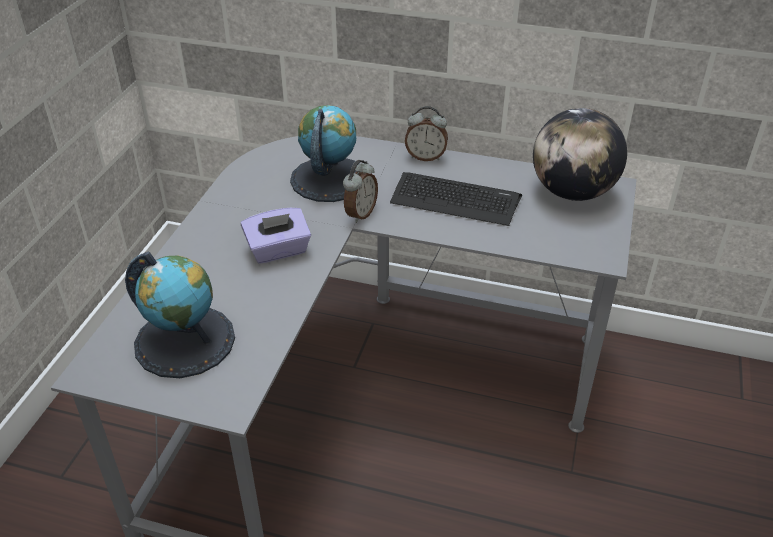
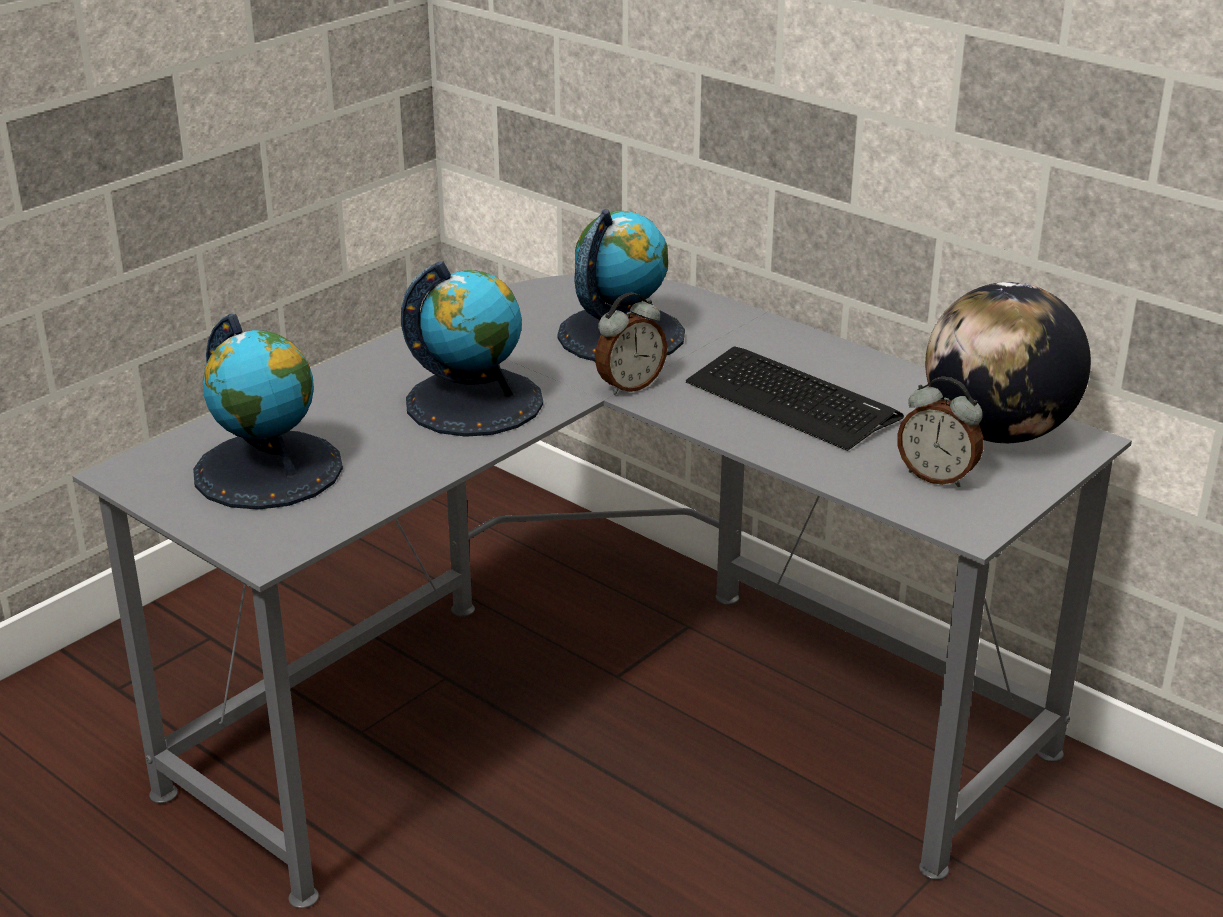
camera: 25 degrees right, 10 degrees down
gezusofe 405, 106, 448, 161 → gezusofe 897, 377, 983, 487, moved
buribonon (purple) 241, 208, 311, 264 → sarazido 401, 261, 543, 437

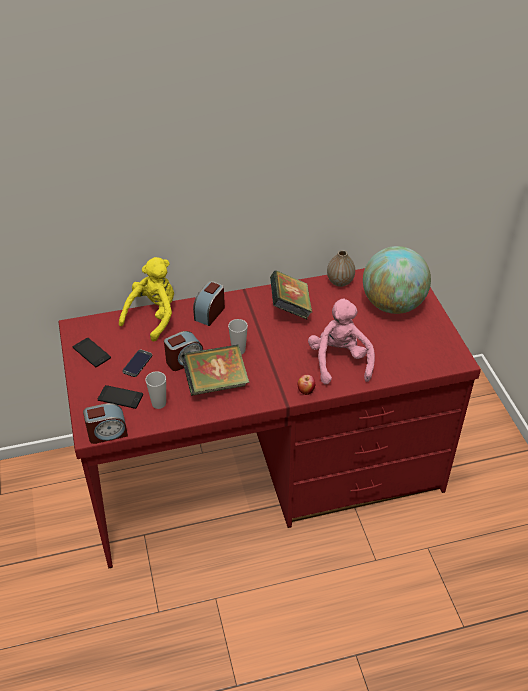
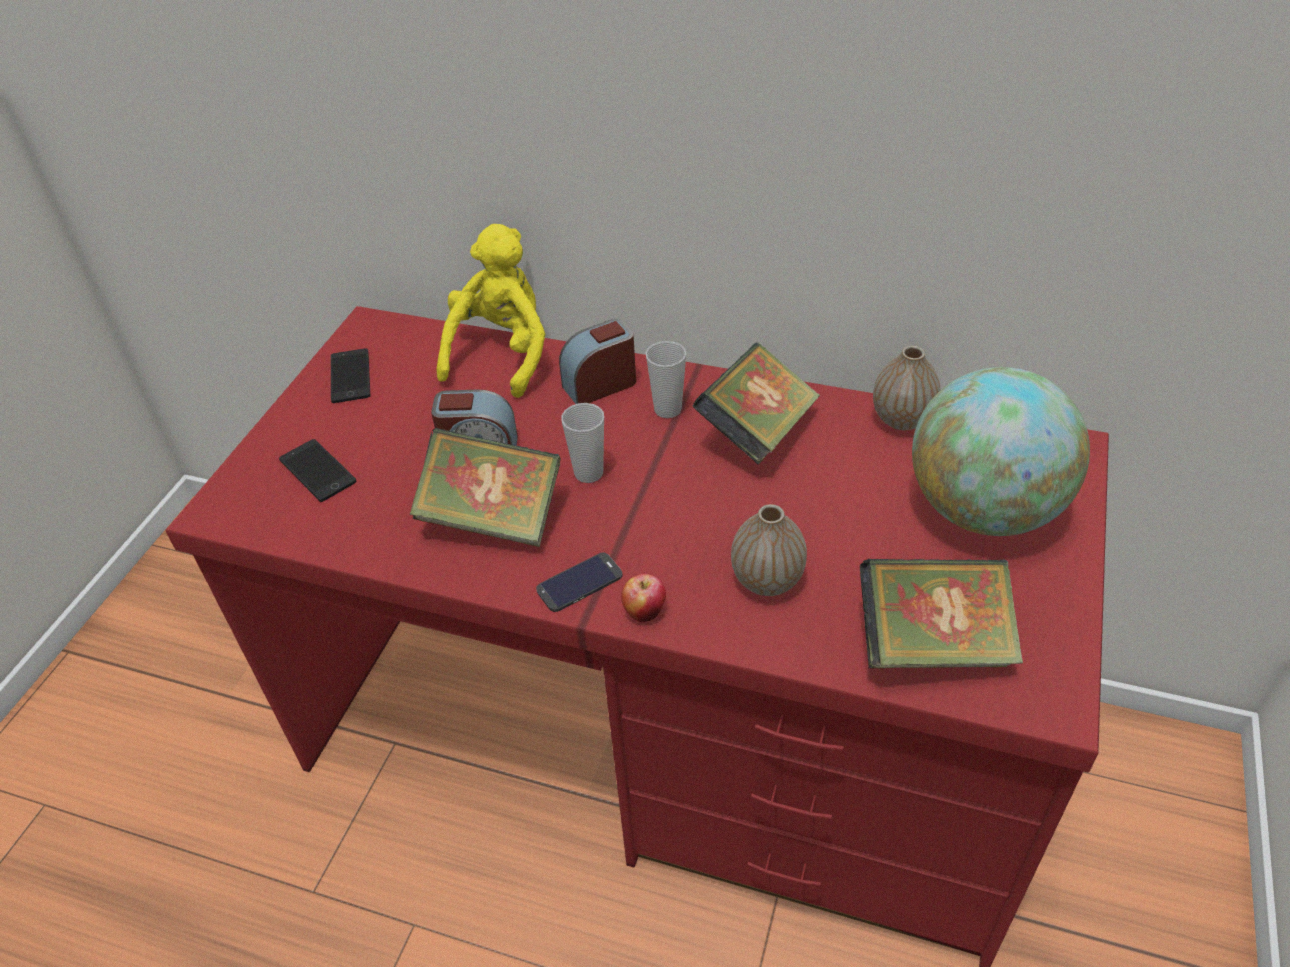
camera: 35 degrees right, 0 degrees up
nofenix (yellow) 119, 257, 174, 342 → nofenix (yellow) 437, 224, 546, 398, 45 degrees counterclockwise
nofenix (pink) 308, 298, 375, 385 → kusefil 731, 504, 807, 596
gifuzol 122, 350, 152, 377 → gifuzol 536, 553, 623, 612, moved
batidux 145, 371, 166, 409 → batidux 646, 341, 686, 418, moved
gezusofe 83, 403, 128, 444 → -
- → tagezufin 860, 559, 1023, 668

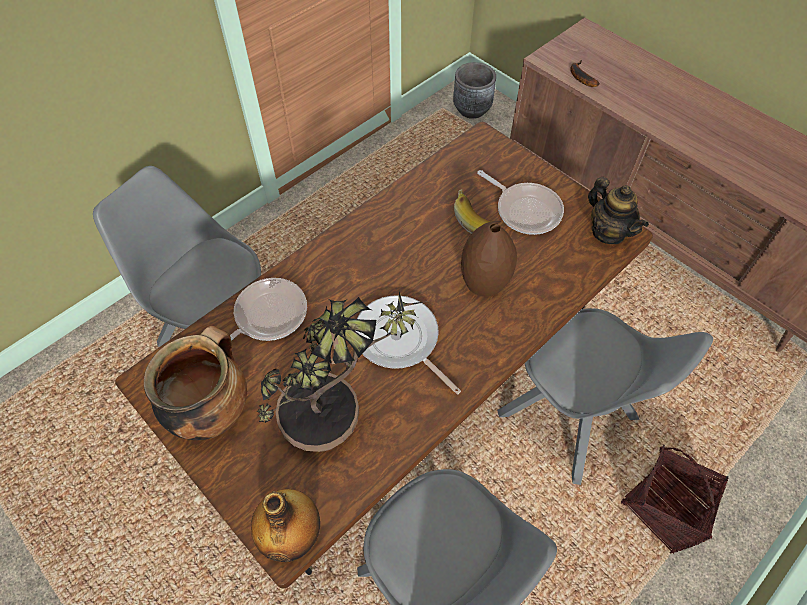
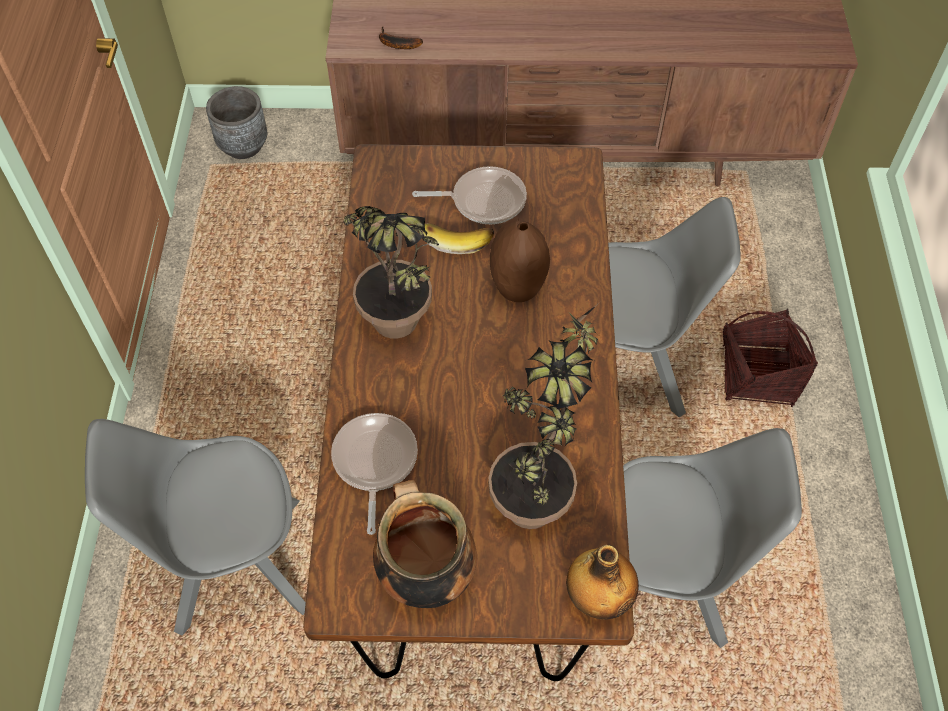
camera: 45 degrees left, 0 degrees up
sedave 588, 177, 649, 244 → -
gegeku 356, 295, 461, 395 → -
- → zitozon 343, 206, 439, 339

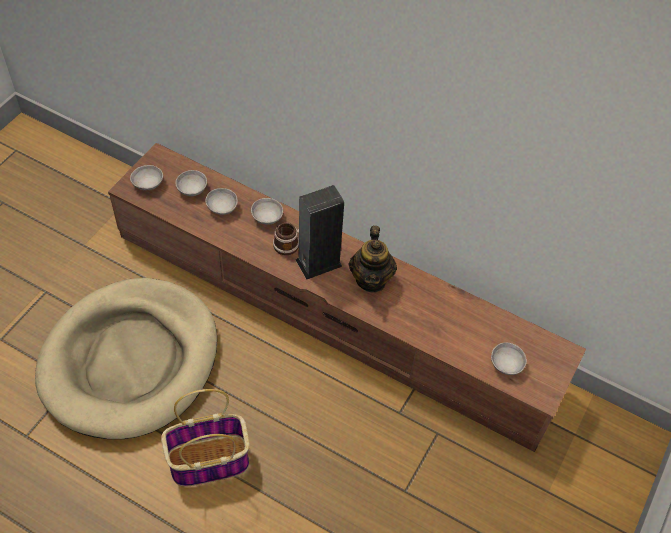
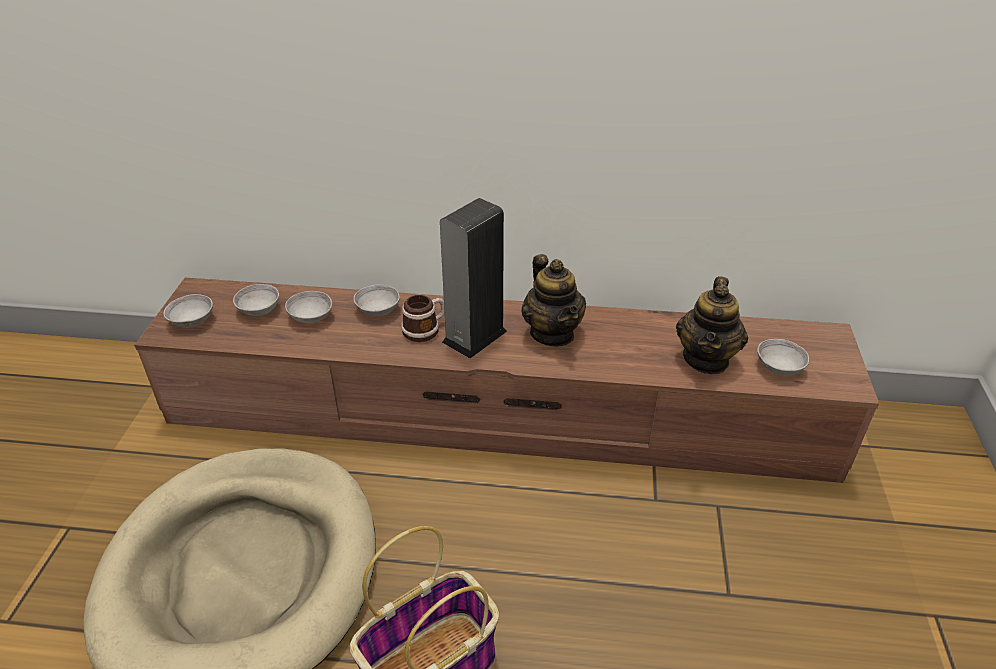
camera: 20 degrees left, 15 degrees down
- → sedave 676, 276, 748, 374

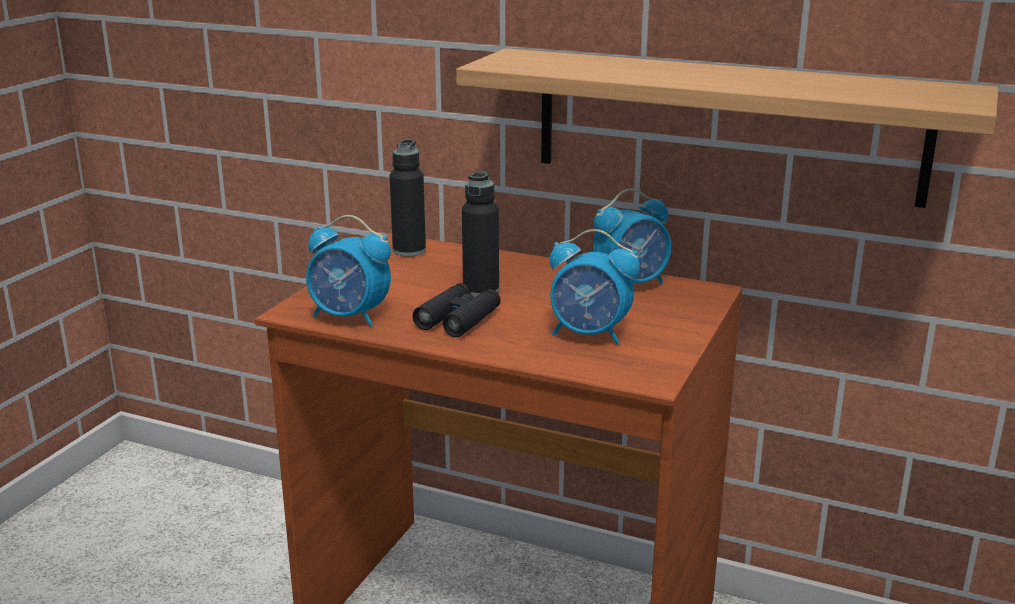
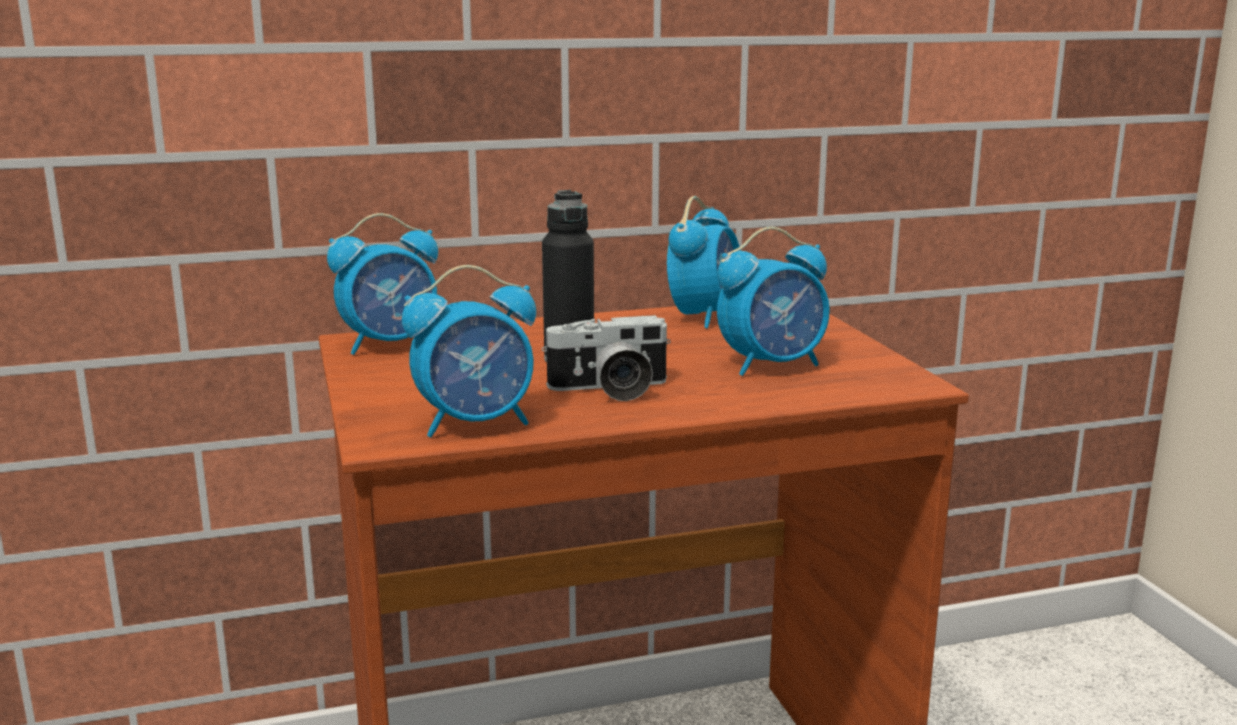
camera: 40 degrees left, 5 degrees down
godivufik 456, 48, 999, 208 → -
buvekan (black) 390, 139, 426, 257 → gezusofe 327, 213, 438, 355
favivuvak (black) 413, 283, 501, 337 → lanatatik 542, 315, 671, 401

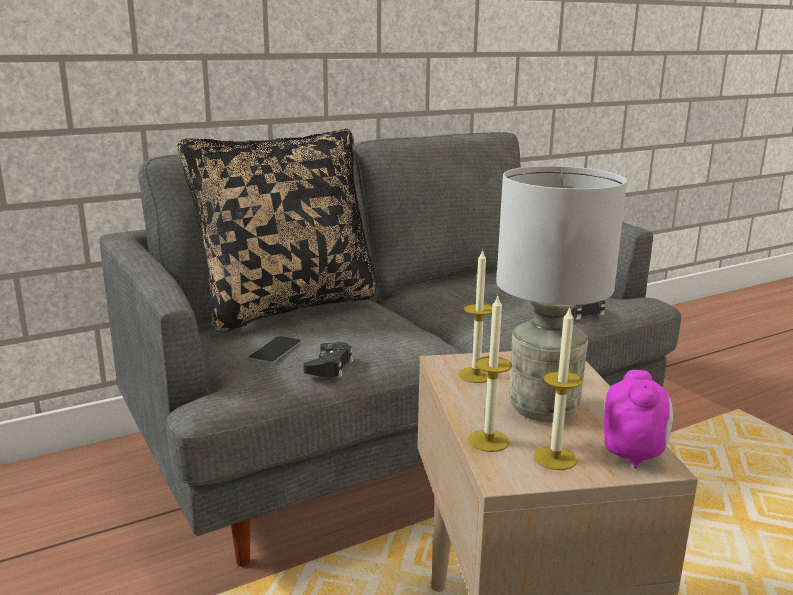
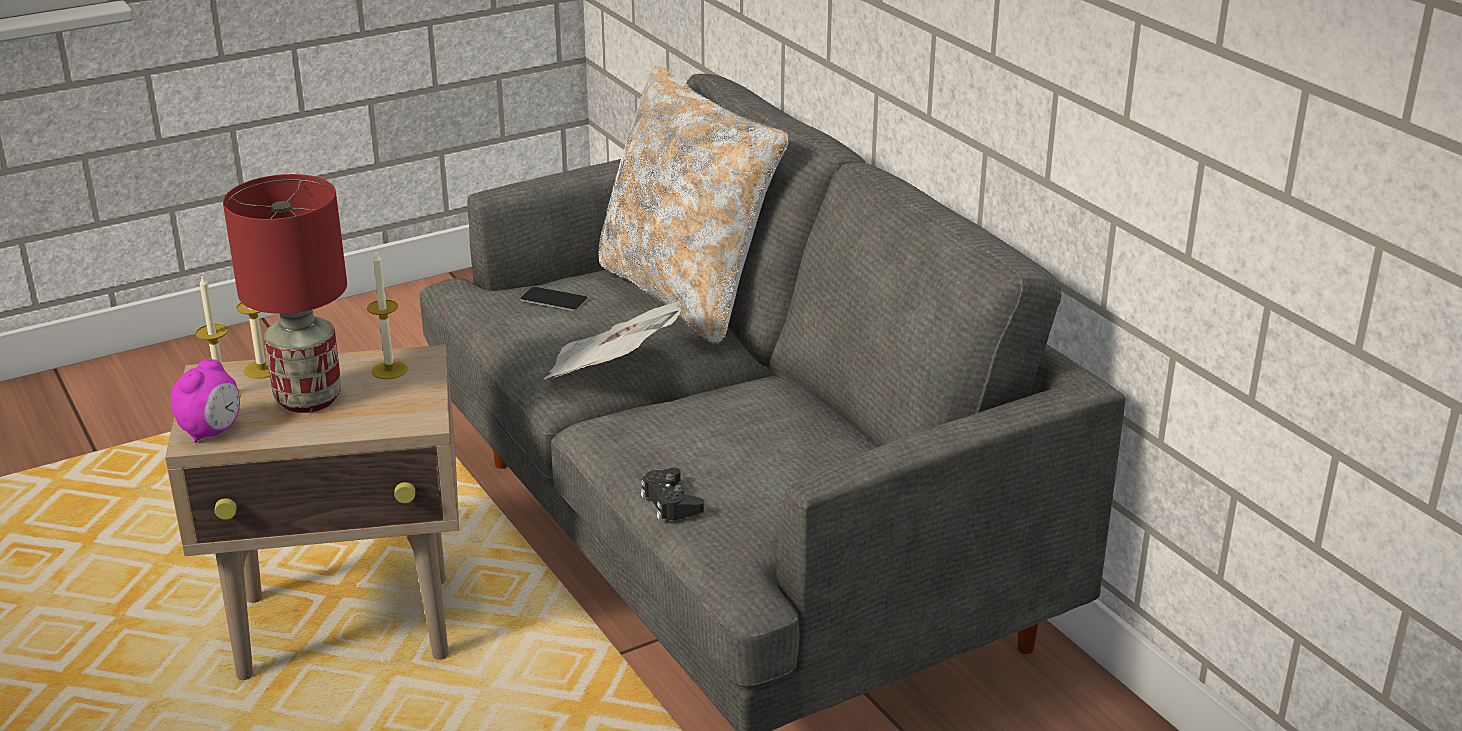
camera: 90 degrees right, 10 degrees up
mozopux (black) 177, 129, 376, 333 → mozopux (white) 598, 66, 788, 344
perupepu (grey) 496, 166, 627, 422 → perupepu (red) 223, 174, 347, 413
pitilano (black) 303, 342, 353, 378 → -
gezusofe 604, 370, 673, 468 → gezusofe 171, 359, 240, 443, 75 degrees counterclockwise
- → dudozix 543, 301, 681, 380

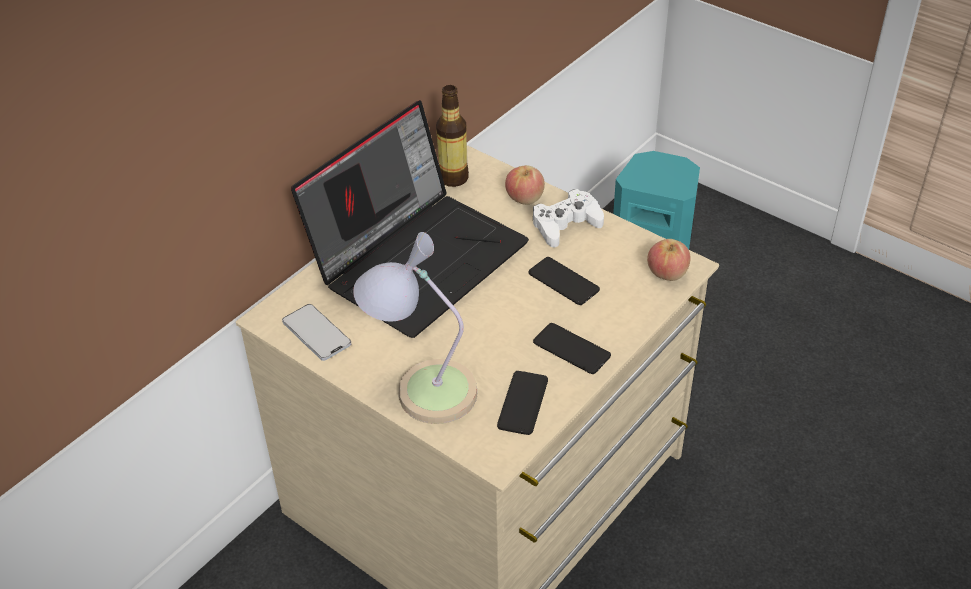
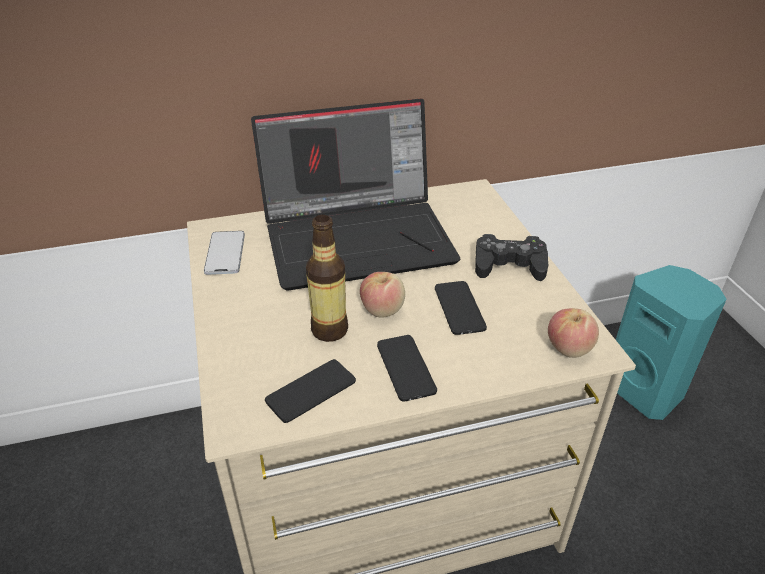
camera: 35 degrees right, 5 degrees down
buvekan 436, 85, 469, 187 → buvekan 306, 215, 348, 342, moved
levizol 505, 165, 545, 205 → levizol 360, 272, 405, 318, moved
pitilano (white) 533, 189, 604, 248 → pitilano (black) 475, 234, 548, 281
perupepu 353, 232, 478, 424 → -

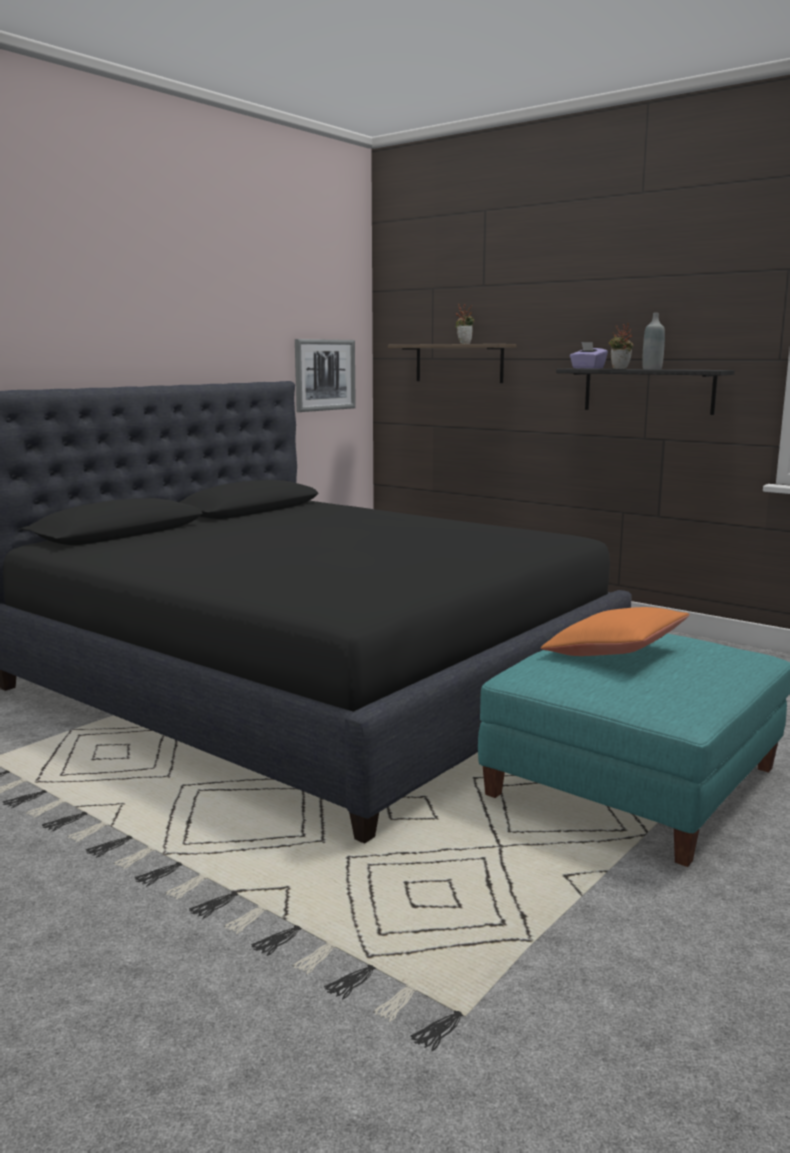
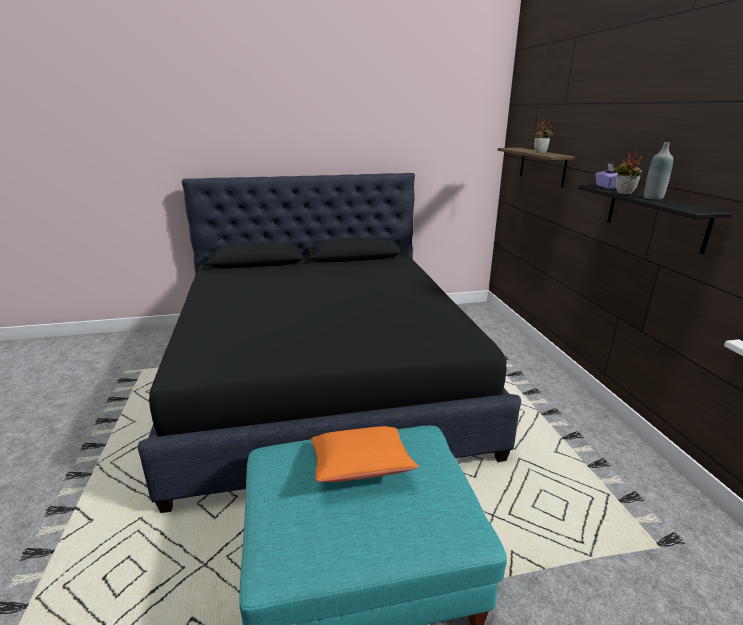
camera: 40 degrees right, 10 degrees up
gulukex 295, 339, 356, 412 → -

